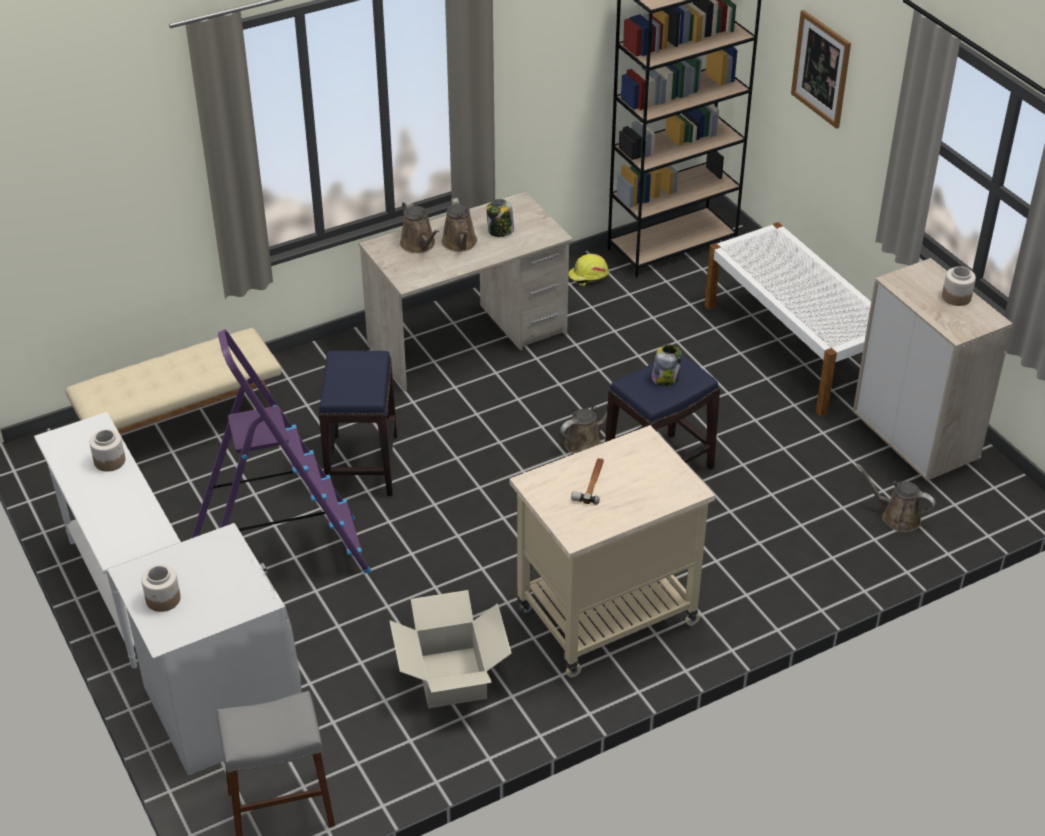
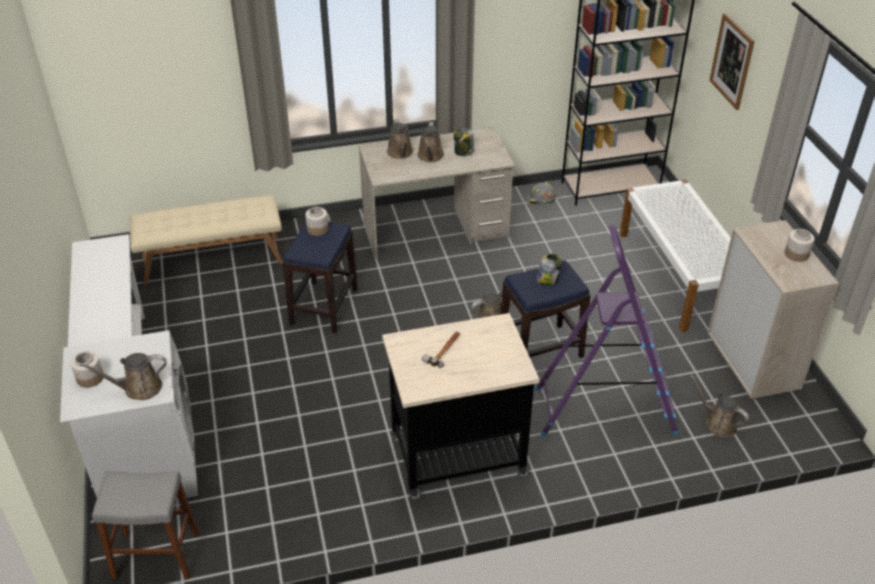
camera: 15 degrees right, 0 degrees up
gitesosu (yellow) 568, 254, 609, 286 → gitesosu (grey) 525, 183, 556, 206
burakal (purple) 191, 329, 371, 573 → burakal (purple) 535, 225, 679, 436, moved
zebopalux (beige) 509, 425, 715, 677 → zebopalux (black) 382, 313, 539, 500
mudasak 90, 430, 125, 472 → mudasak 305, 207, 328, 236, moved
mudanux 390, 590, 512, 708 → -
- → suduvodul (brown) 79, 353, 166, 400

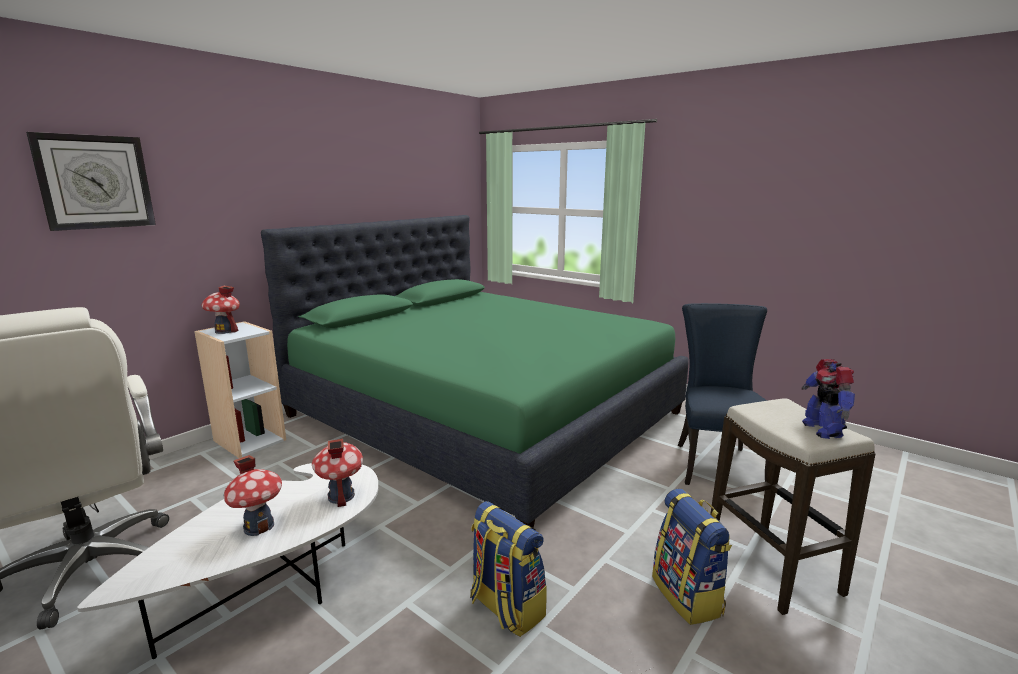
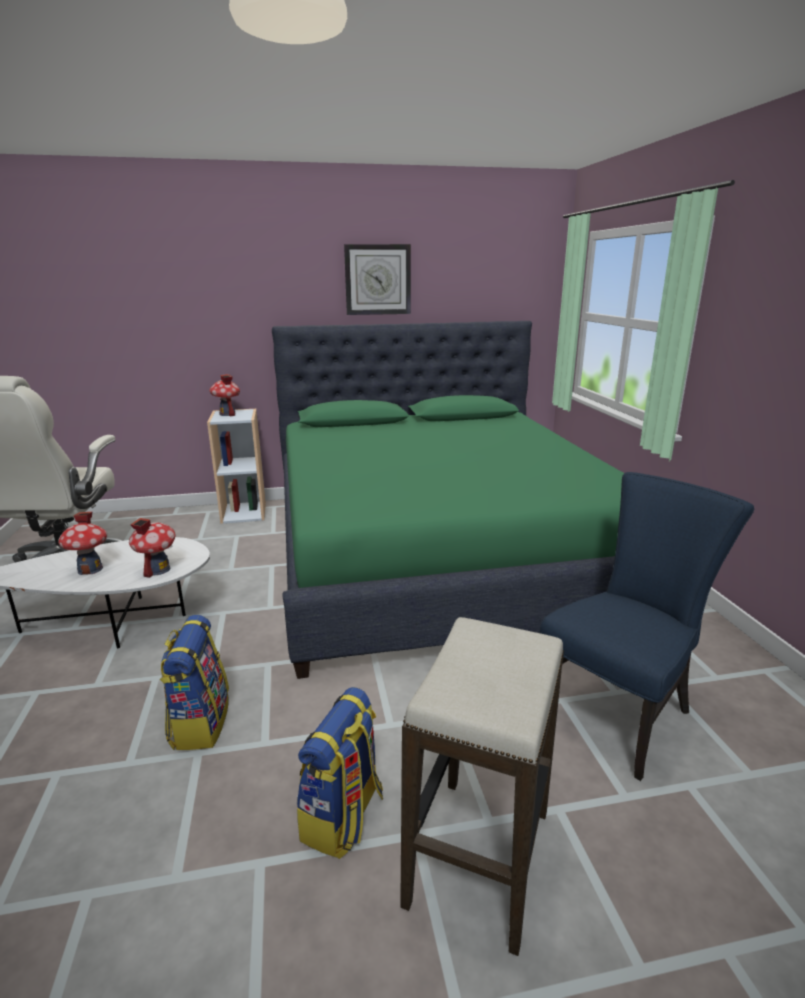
camera: 40 degrees right, 5 degrees up
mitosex 26, 132, 156, 231 → mitosex 344, 244, 411, 315, moved
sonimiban 801, 359, 855, 439 → -

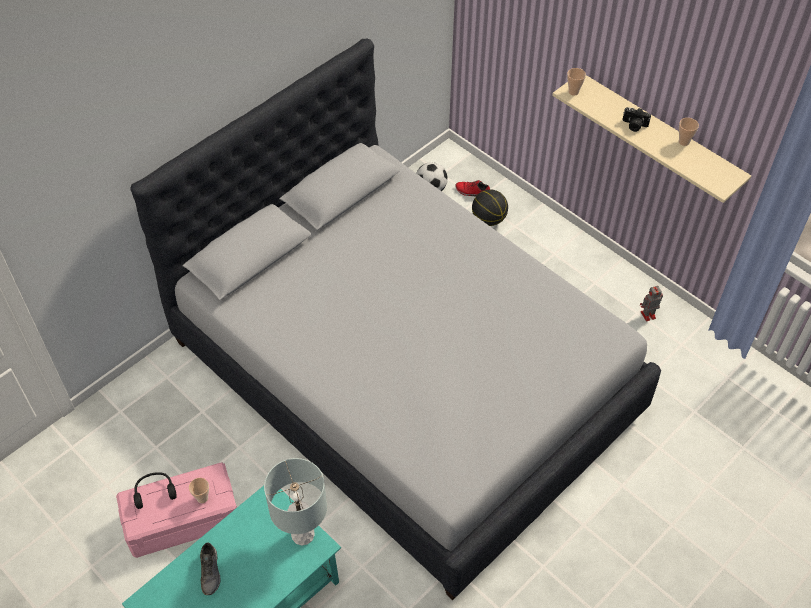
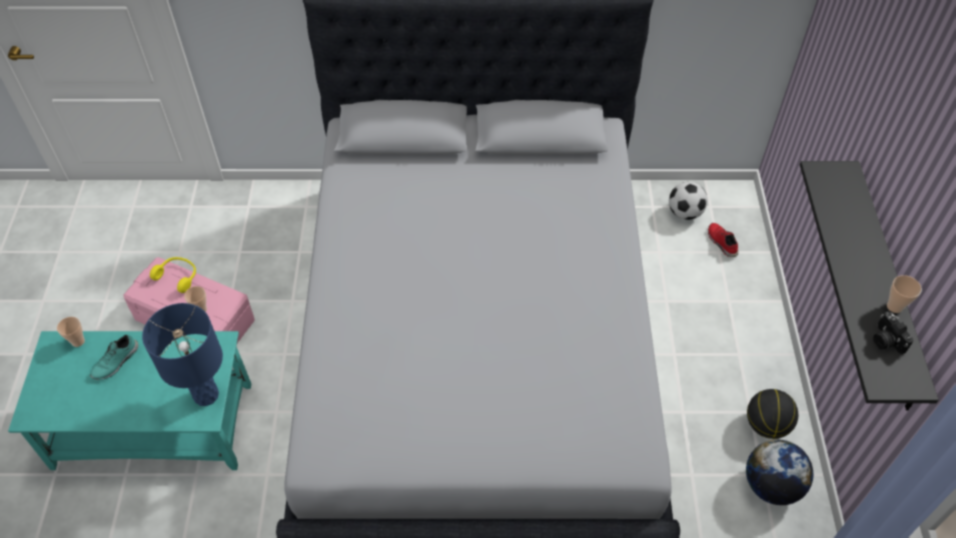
camera: 45 degrees right, 0 degrees up
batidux 567, 68, 586, 96 → batidux 57, 317, 85, 347, moved
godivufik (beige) 552, 75, 751, 203 → godivufik (black) 800, 161, 939, 410
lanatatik 623, 107, 651, 132 → lanatatik 873, 311, 913, 354, moved
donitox 472, 189, 508, 226 → donitox 747, 389, 798, 439, moved
sonimiban 640, 286, 663, 321 → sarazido 746, 439, 813, 505
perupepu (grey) 264, 458, 327, 546 → perupepu (blue) 142, 303, 223, 406
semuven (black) 133, 472, 177, 509 → semuven (yellow) 150, 257, 196, 293
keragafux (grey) 200, 543, 221, 595 → keragafux (turquoise) 90, 335, 138, 380

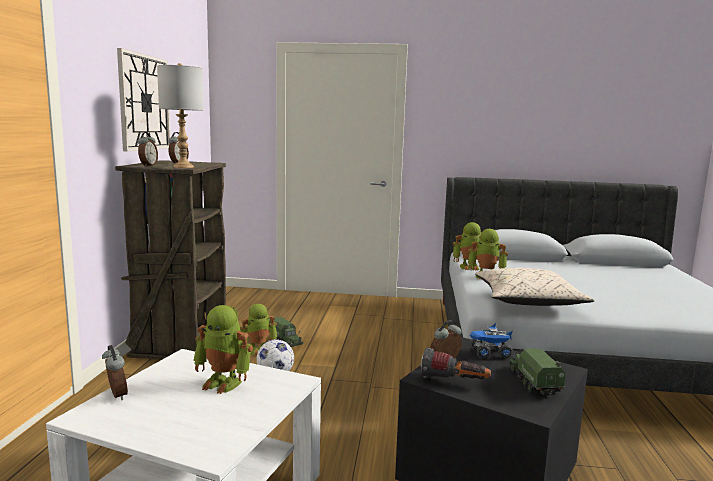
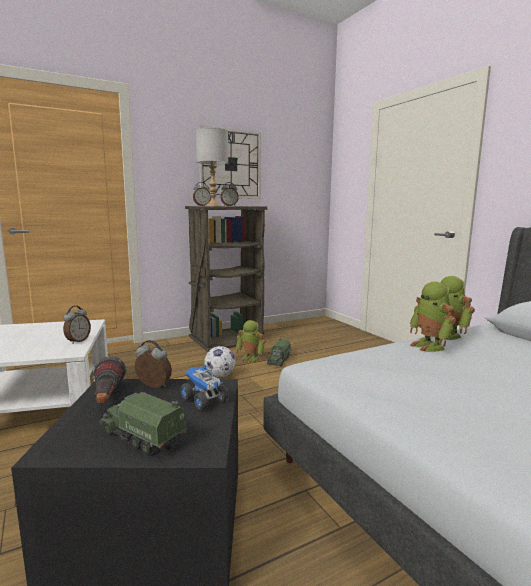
camera: 55 degrees right, 0 degrees up
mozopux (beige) 475, 268, 595, 306 → -
sonimiban 194, 305, 253, 394 → -
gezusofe 102, 345, 128, 400 → gezusofe 63, 306, 91, 344, moved
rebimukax 509, 348, 566, 398 → rebimukax 99, 392, 187, 455, 105 degrees counterclockwise

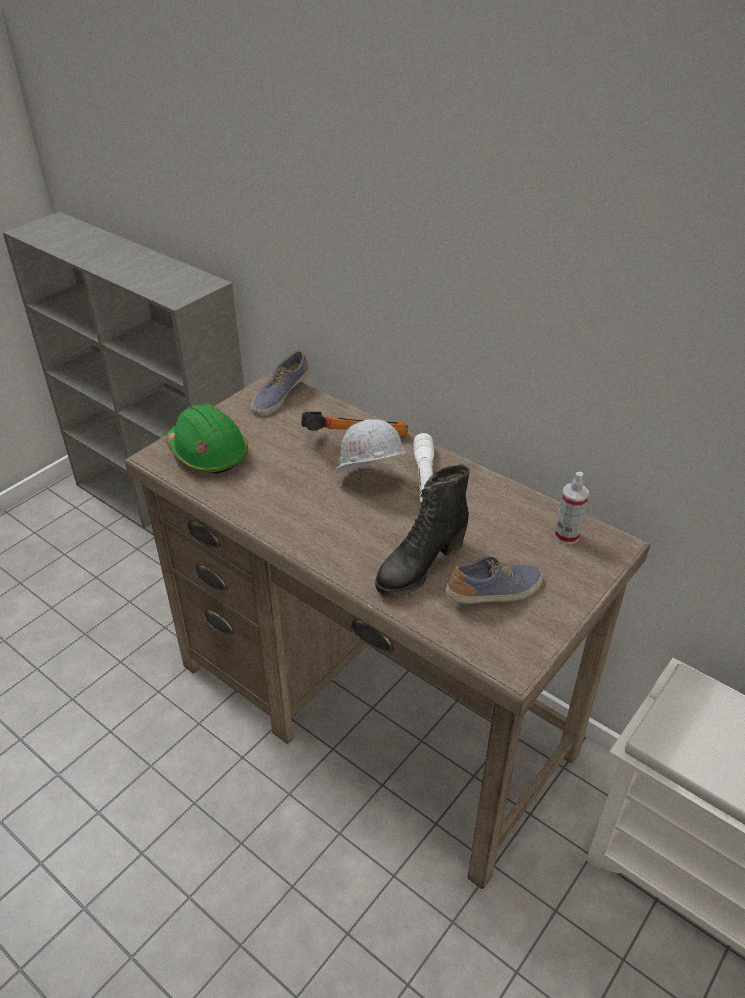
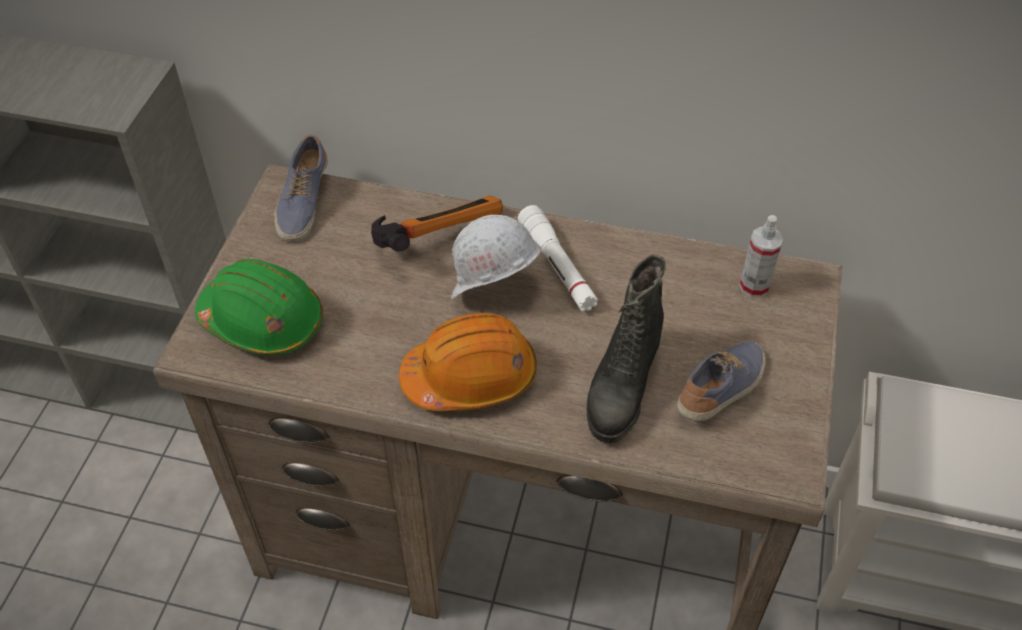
camera: 25 degrees left, 10 degrees up
- → gitesosu (orange) 399, 313, 537, 411

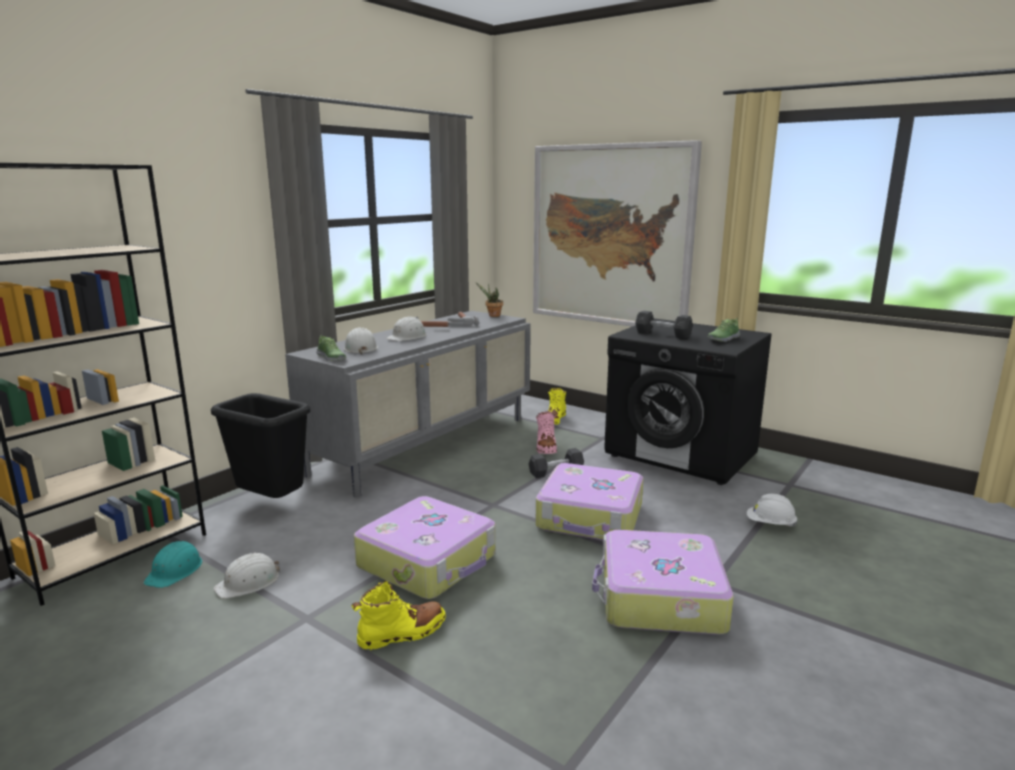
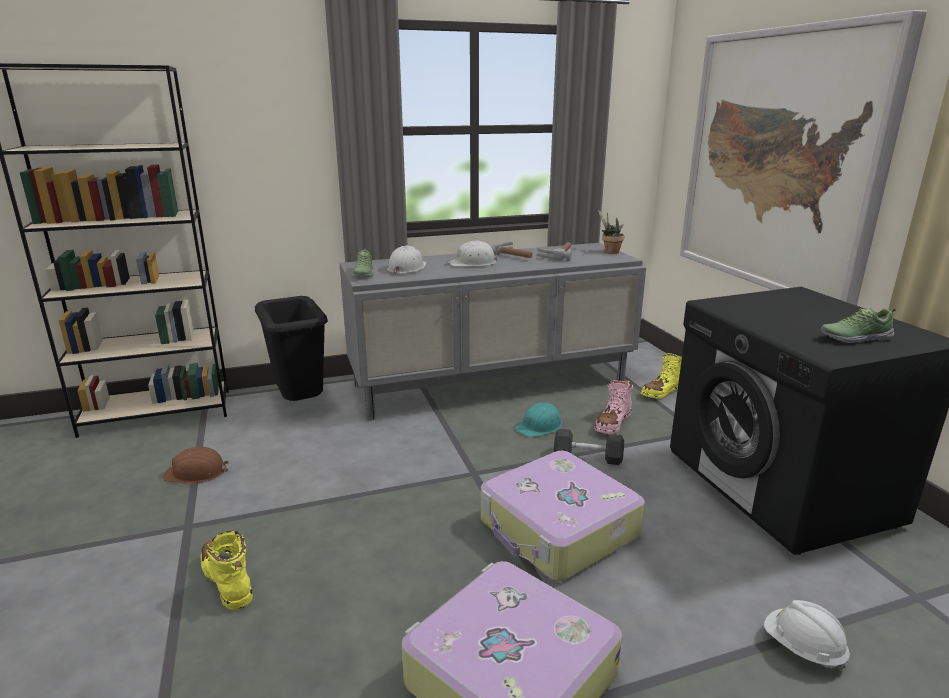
camera: 35 degrees right, 5 degrees up
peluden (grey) 635, 311, 693, 338 → -
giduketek 354, 496, 496, 599 → -
gitesosu (turquoise) 144, 541, 202, 588 → gitesosu (turquoise) 516, 402, 562, 437, moved
gitesosu (white) 214, 553, 280, 599 → gitesosu (brown) 163, 447, 229, 484
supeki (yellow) 352, 580, 446, 651 → supeki (yellow) 201, 530, 253, 610, 135 degrees counterclockwise

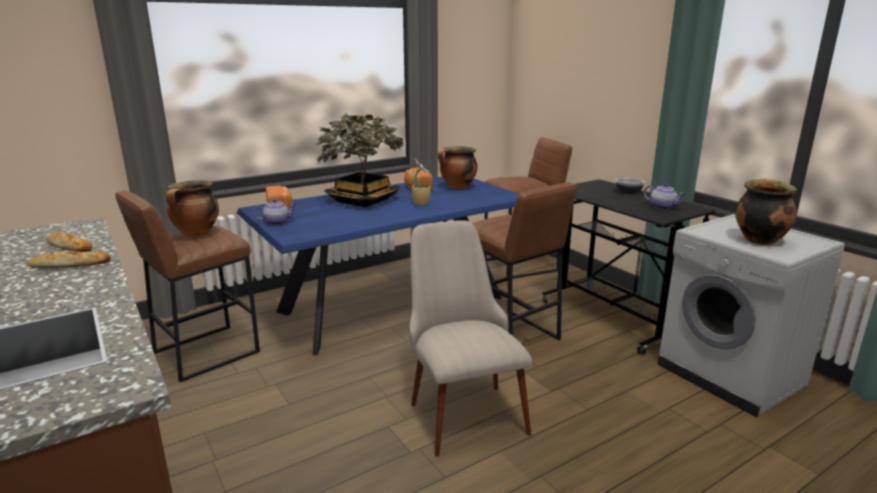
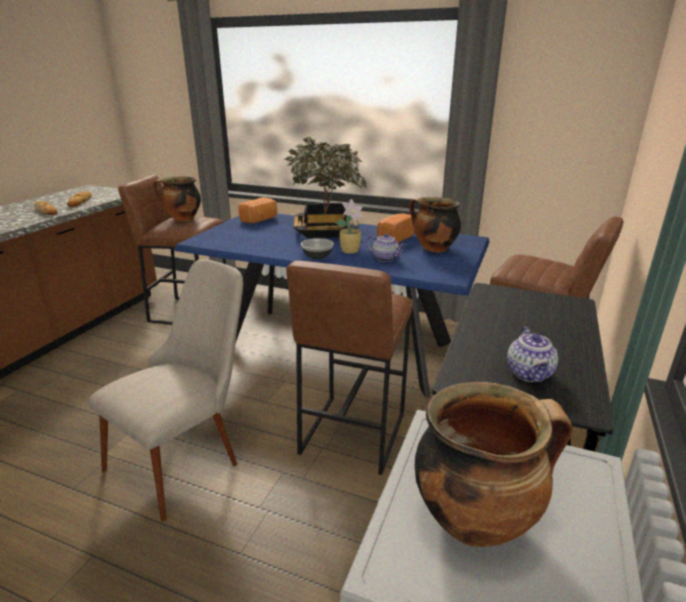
camera: 55 degrees right, 5 degrees up
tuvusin 616, 177, 645, 194 → tuvusin 301, 238, 334, 259, moved
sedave 254, 199, 296, 225 → sedave 366, 233, 407, 262, moved

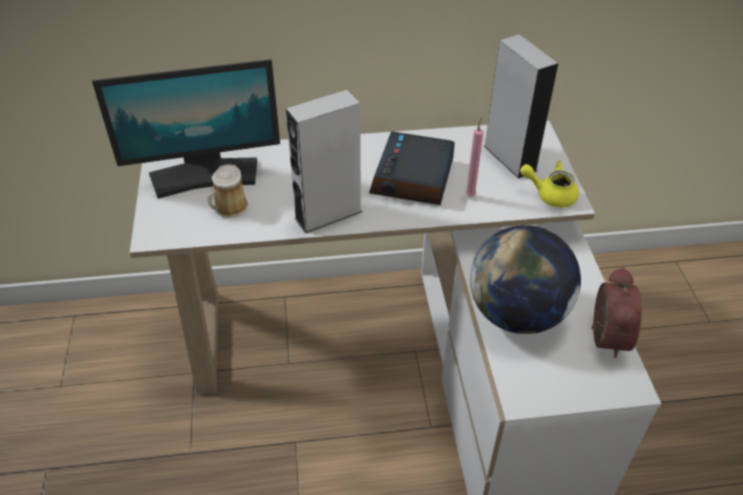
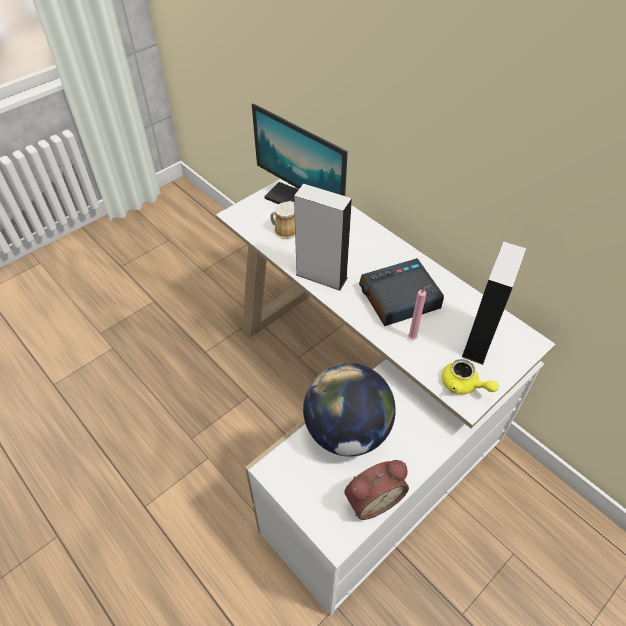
camera: 55 degrees right, 5 degrees up
sedave (yellow) 520, 161, 579, 207 → sedave (yellow) 442, 359, 499, 394, 150 degrees clockwise

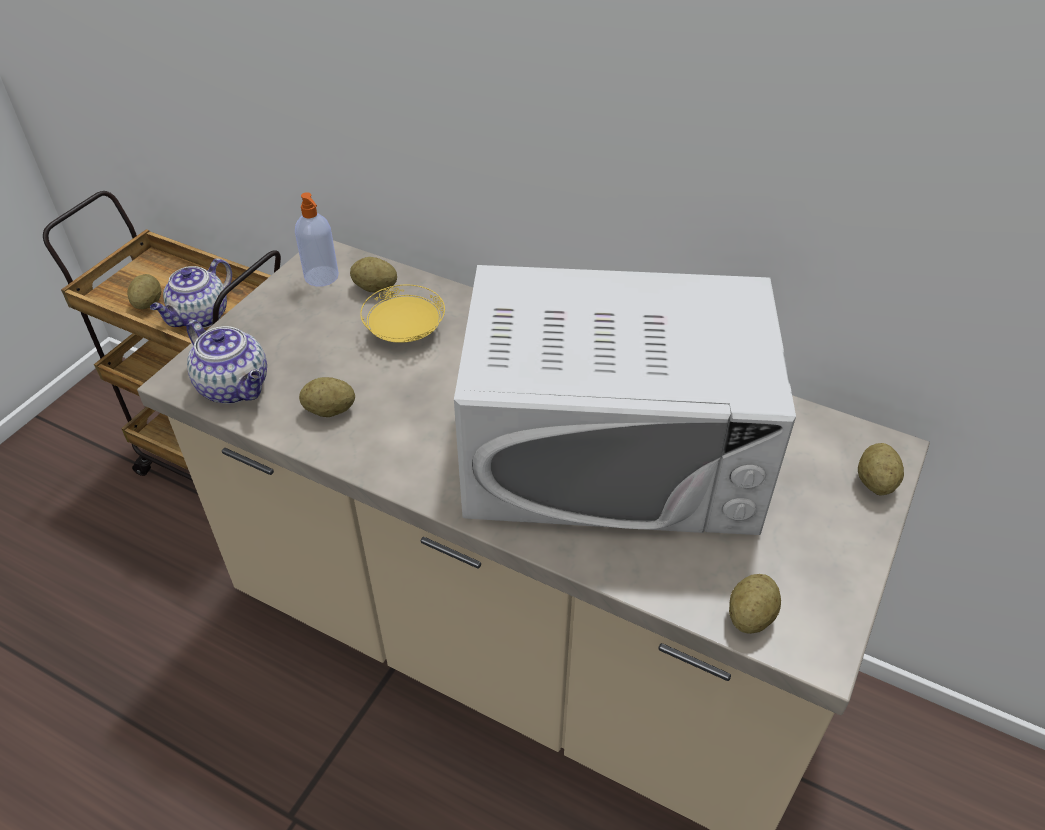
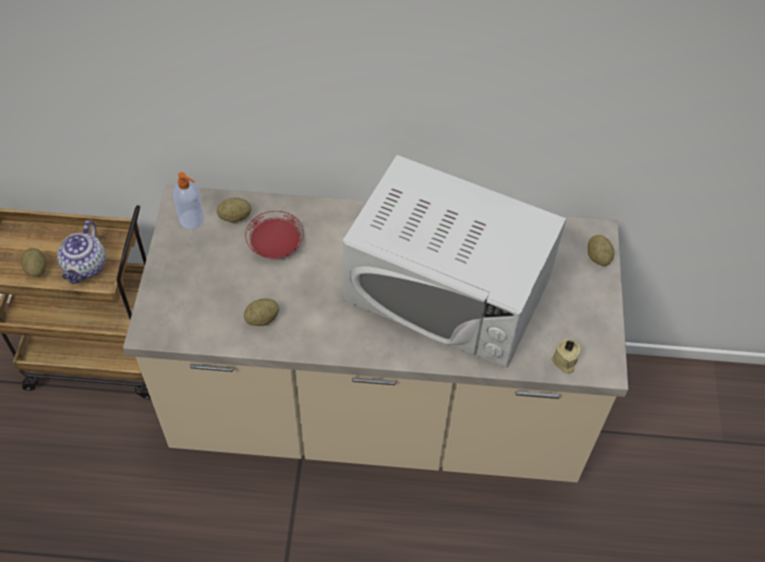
camera: 25 degrees left, 10 degrees up
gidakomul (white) 454, 265, 796, 535 → gidakomul (white) 343, 155, 566, 368, 45 degrees clockwise
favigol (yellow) 360, 285, 445, 343 → favigol (red) 245, 211, 304, 259
sedave 187, 320, 267, 404 → -
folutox 729, 574, 781, 634 → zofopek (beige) 551, 339, 581, 373

